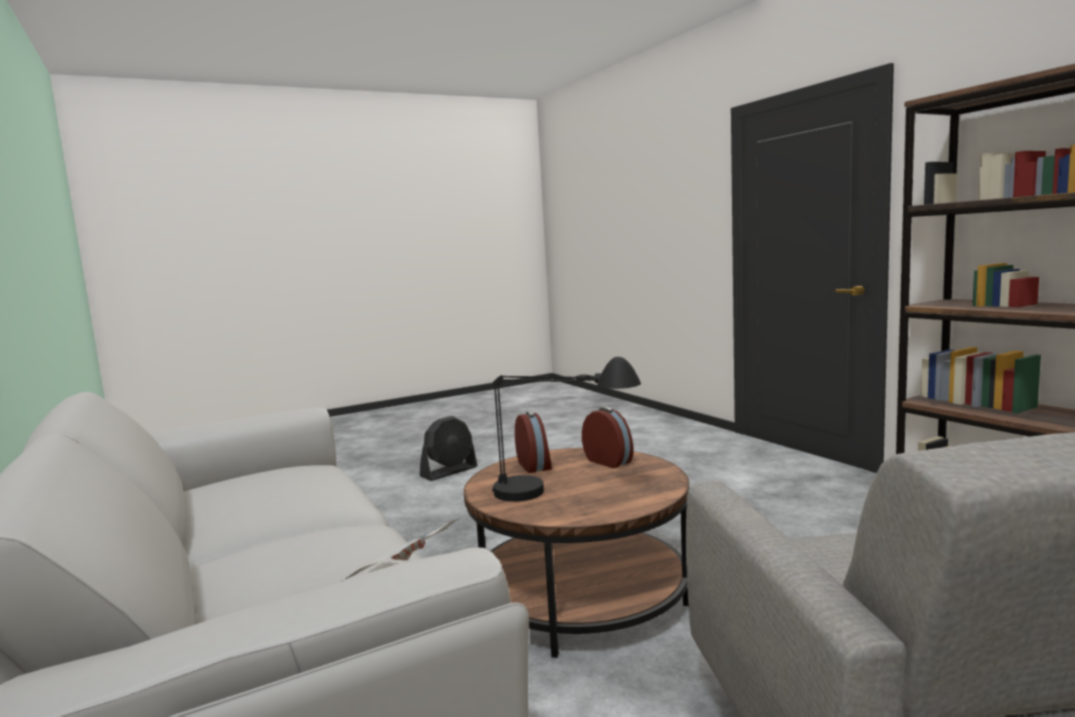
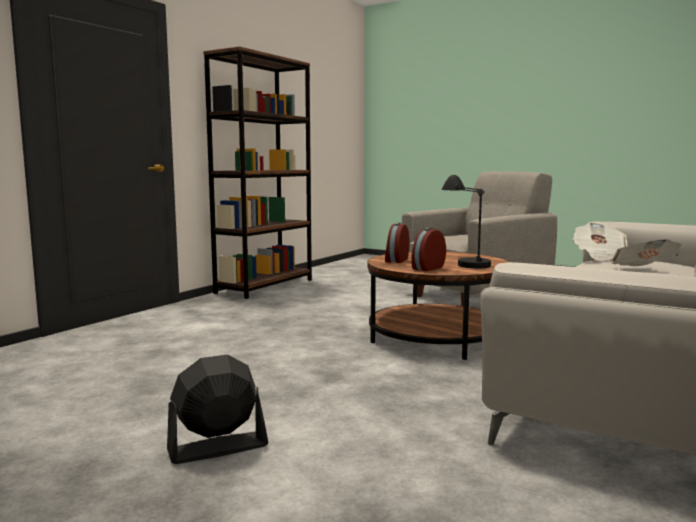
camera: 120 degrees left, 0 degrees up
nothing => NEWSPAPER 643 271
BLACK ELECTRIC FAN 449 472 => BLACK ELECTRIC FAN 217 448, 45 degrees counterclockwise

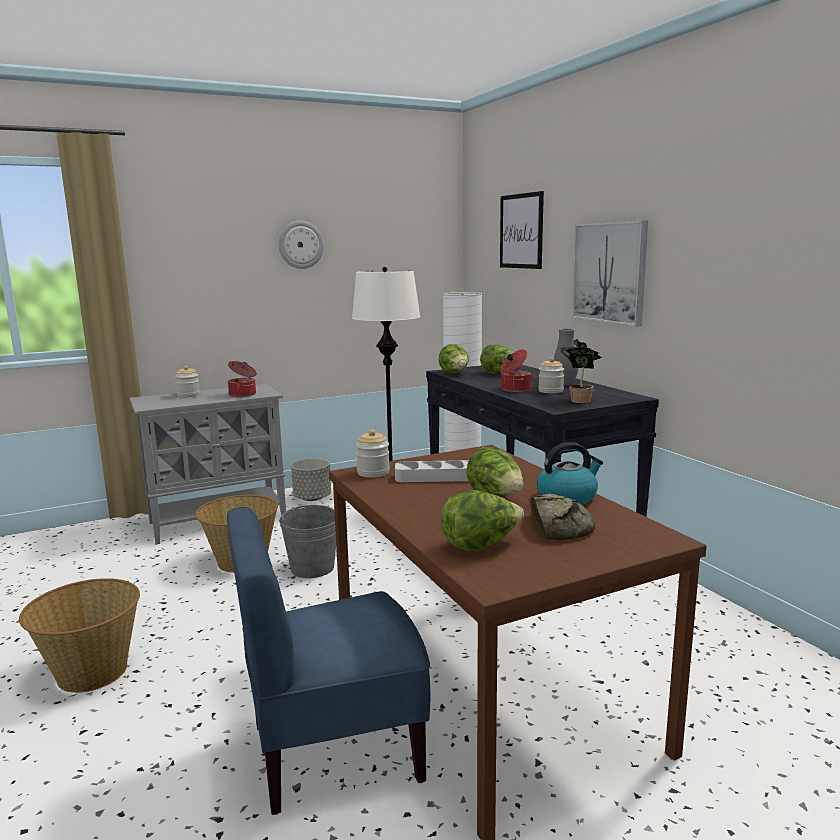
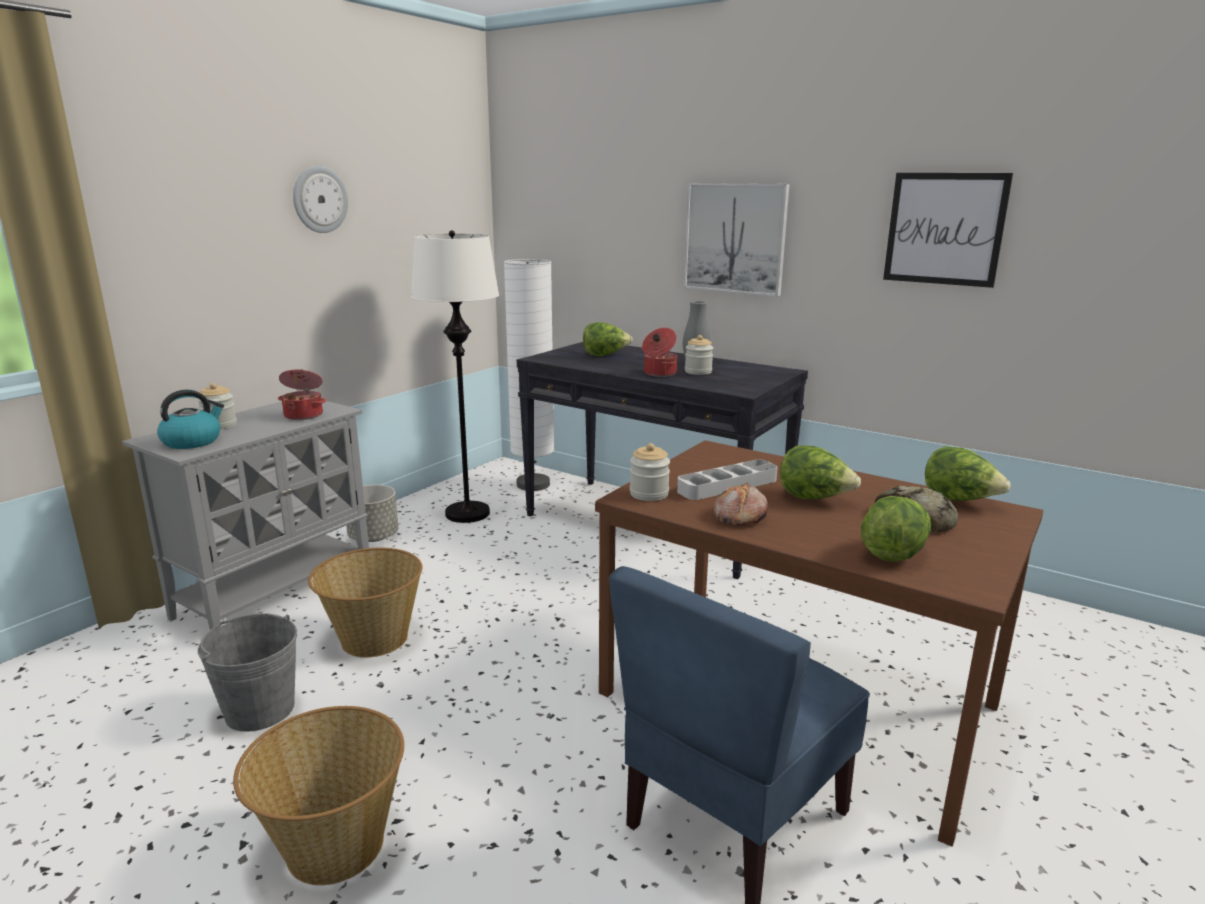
camera: 30 degrees left, 5 degrees up
HOUSEPLANT 578 400 => nothing
nothing => BAKERY BREAD 739 516
GRAY BUCKET 312 568 => GRAY BUCKET 260 710, move
LETTUCE 454 373 => LETTUCE 959 500, move
PICTURE 521 231 => PICTURE 944 229, move
TEA KETTLE 567 497 => TEA KETTLE 192 441, move

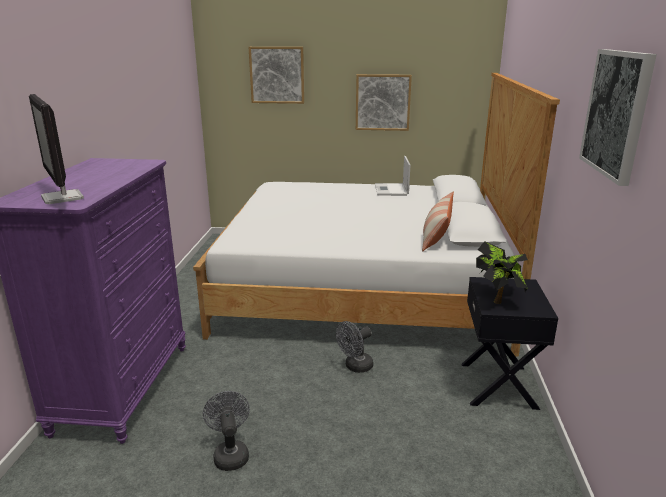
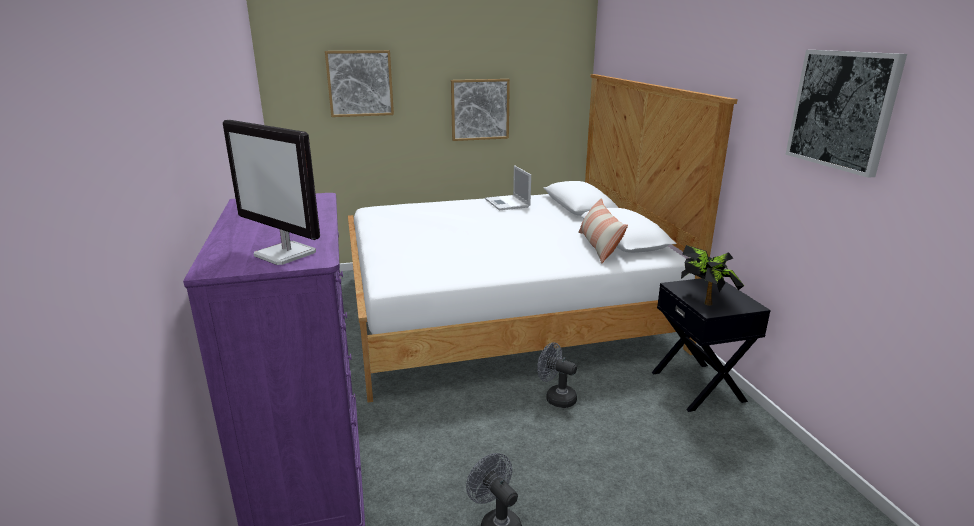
camera: 20 degrees left, 0 degrees up
GRAY ELECTRIC FAN 355 367 => GRAY ELECTRIC FAN 556 397, 90 degrees clockwise

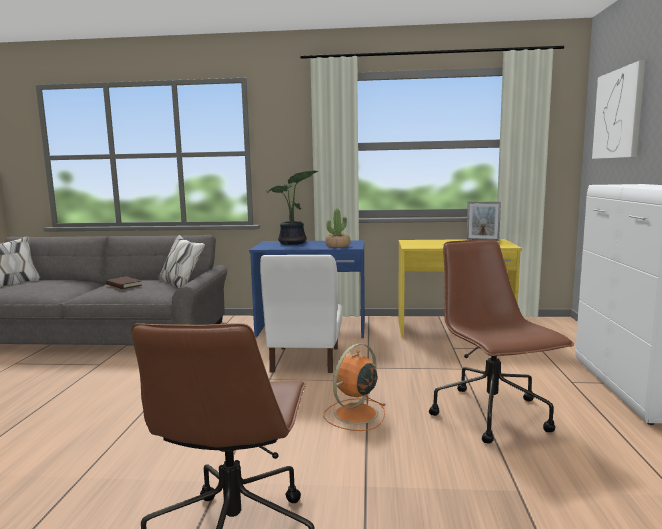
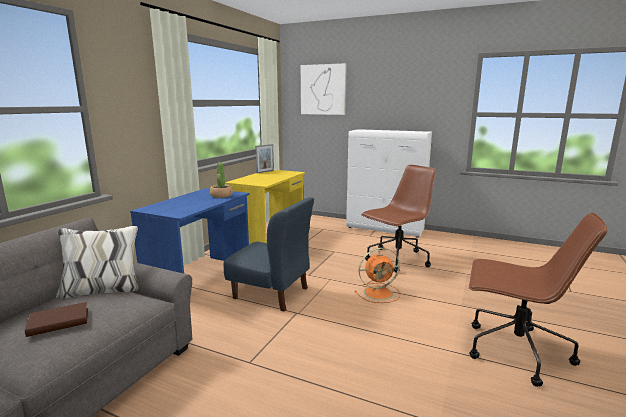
camera: 70 degrees left, 5 degrees up
HOUSEPLANT 292 243 => nothing
WHITE-COLOURED CHAIR 305 359 => BLUE-COLOURED CHAIR 271 293
ORANGE ELECTRIC FAN 354 414 => ORANGE ELECTRIC FAN 379 293, 75 degrees counterclockwise
BROWNISH OFFICE CHAIR 492 415 => BROWNISH OFFICE CHAIR 397 260, 135 degrees clockwise

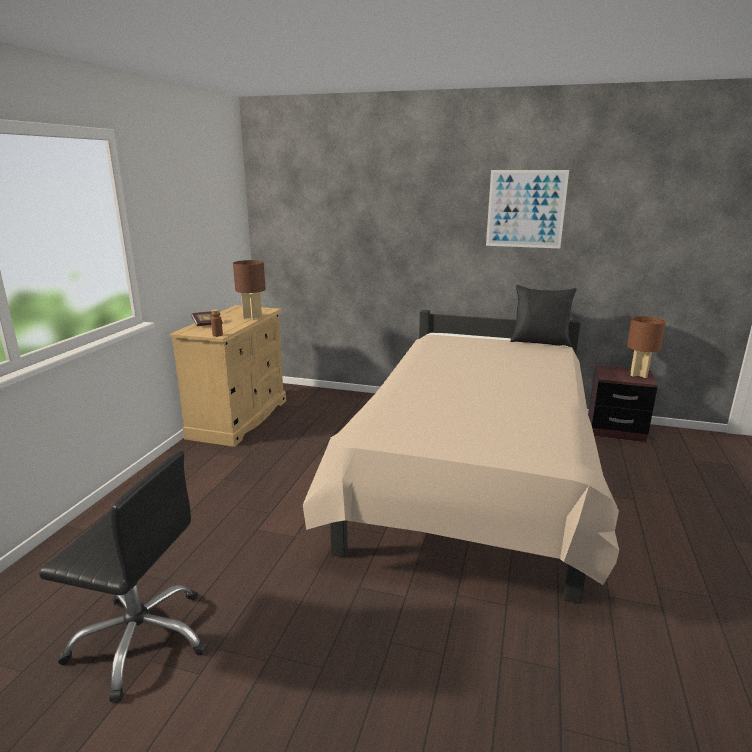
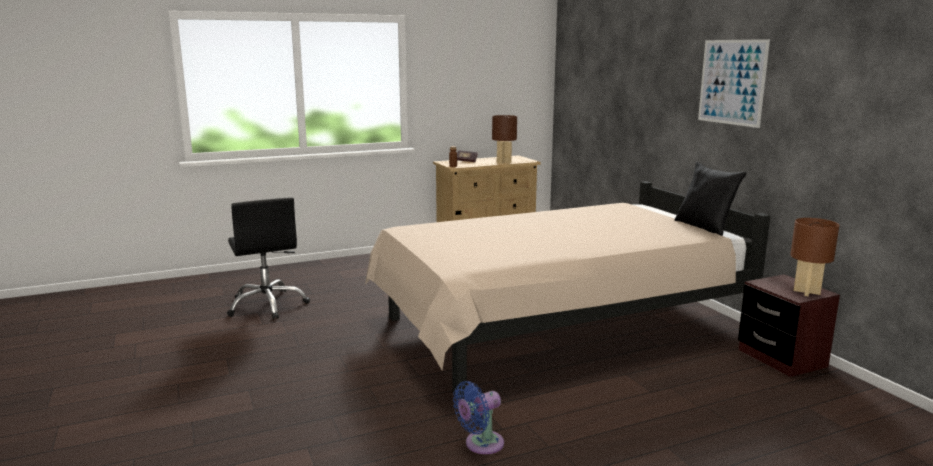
camera: 50 degrees right, 5 degrees down
nothing => BLUE-COLOURED ELECTRIC FAN 480 444

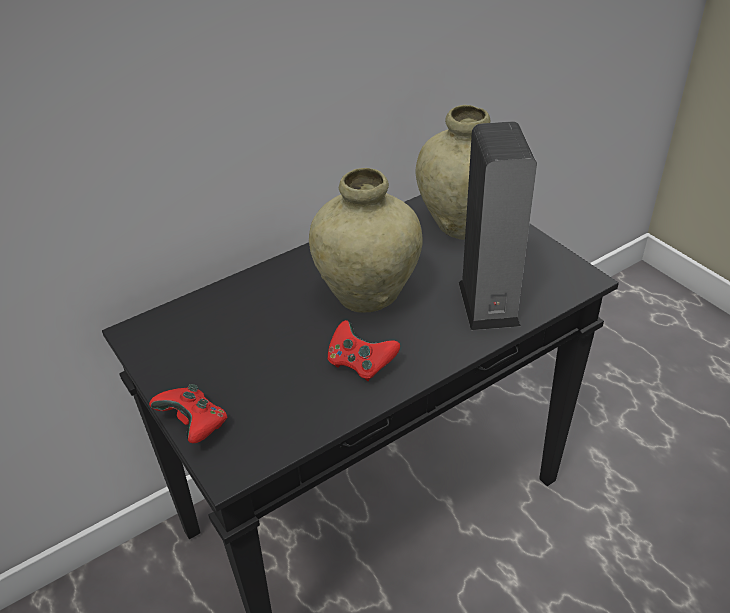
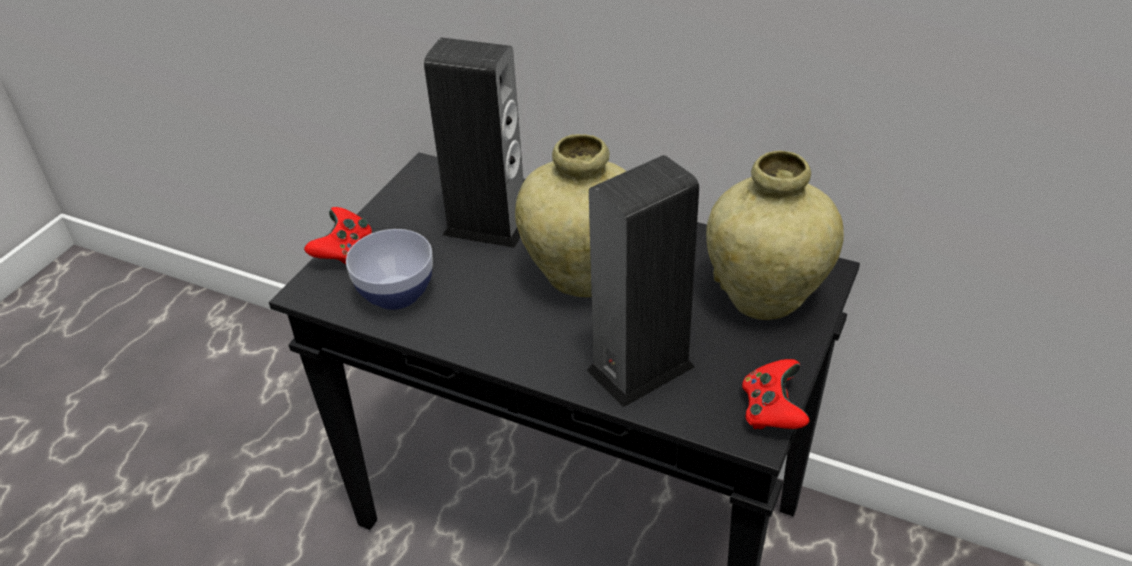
camera: 60 degrees right, 0 degrees up
nothing => DEEP DISH 396 293
nothing => LOUDSPEAKER 487 225
REDDISH JOYPAD 360 363 => REDDISH JOYPAD 772 411, move

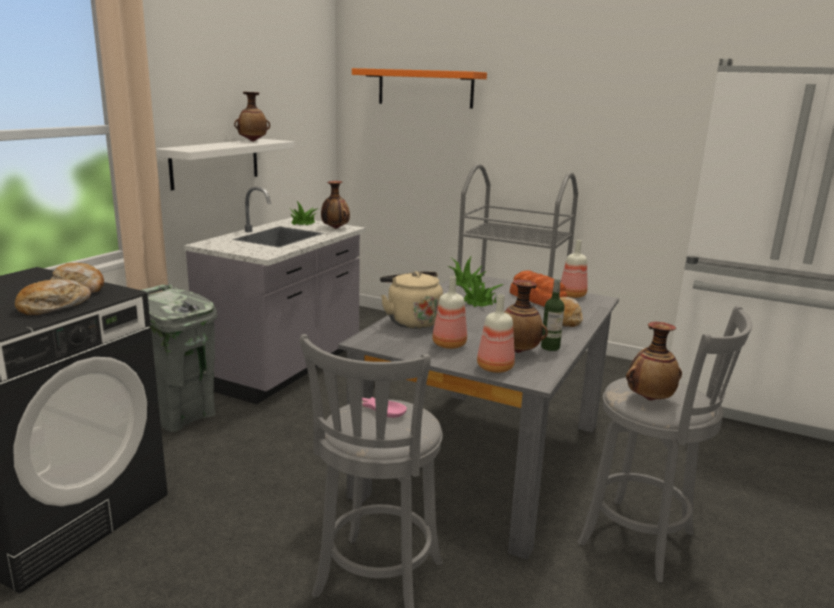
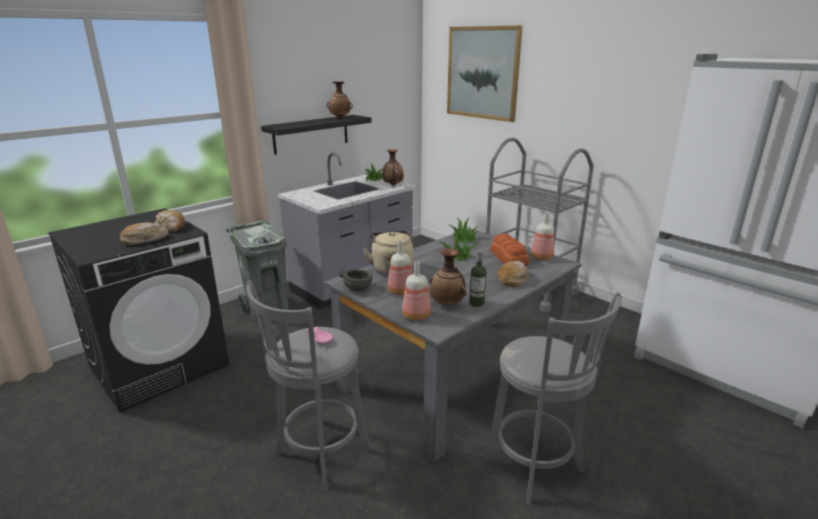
camera: 20 degrees right, 5 degrees up
VASE 649 399 => nothing
nothing => GRAY DEEP DISH 358 288
ORANGE SHELF 425 88 => PICTURE 482 73
WHITE-COLOURED SHELF 215 163 => BLACK SHELF 311 134

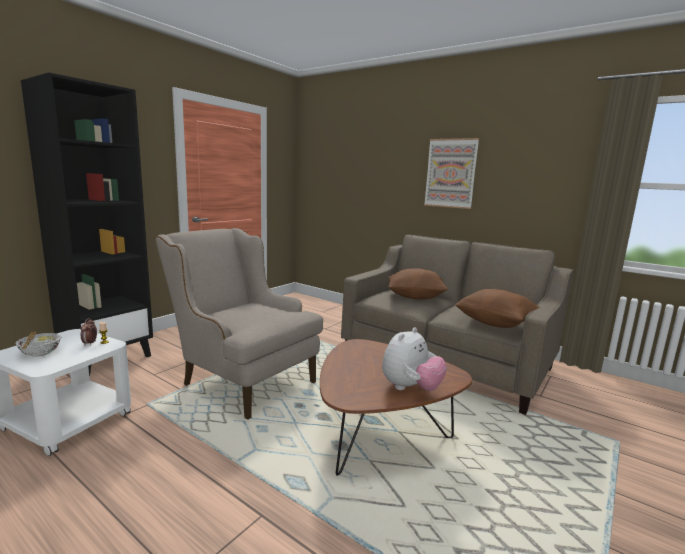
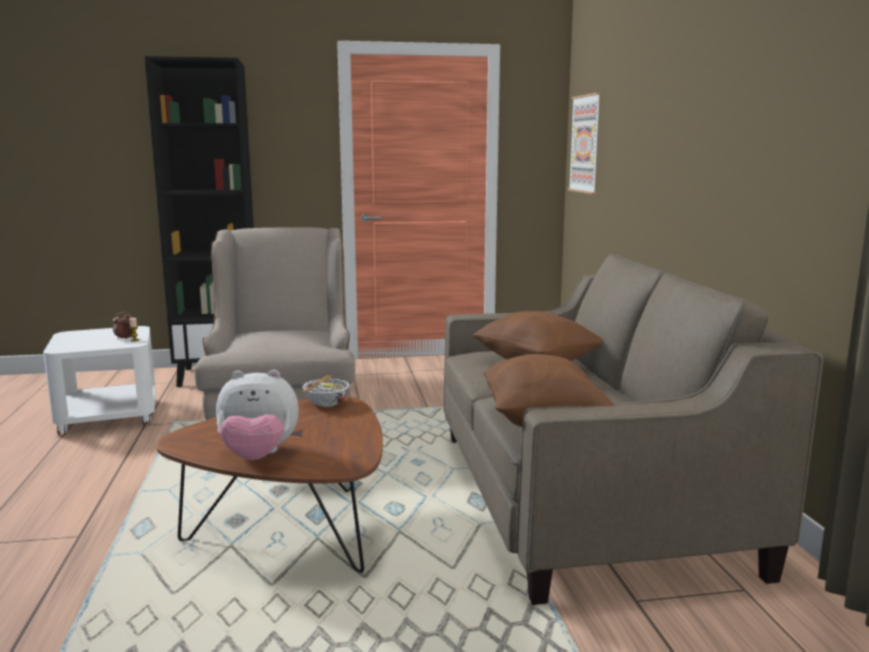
camera: 45 degrees right, 0 degrees up
DEEP DISH 40 353 => DEEP DISH 326 403, move
PICTURE 450 173 => PICTURE 585 144, move

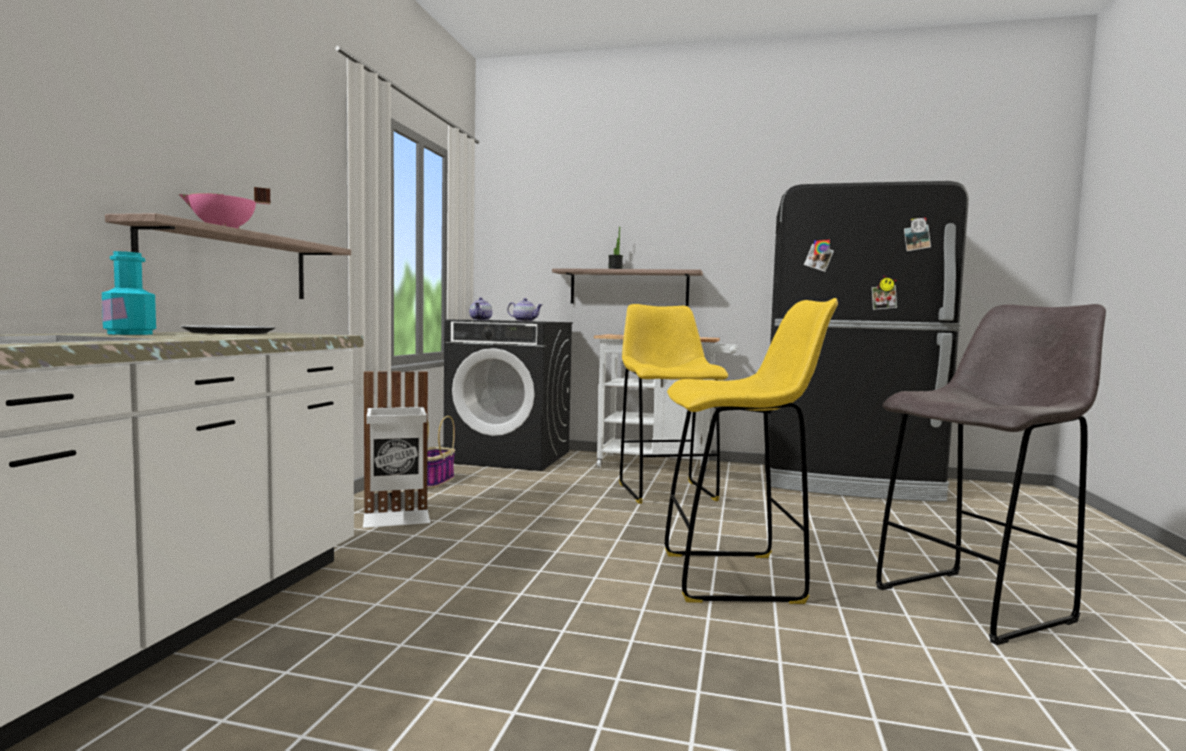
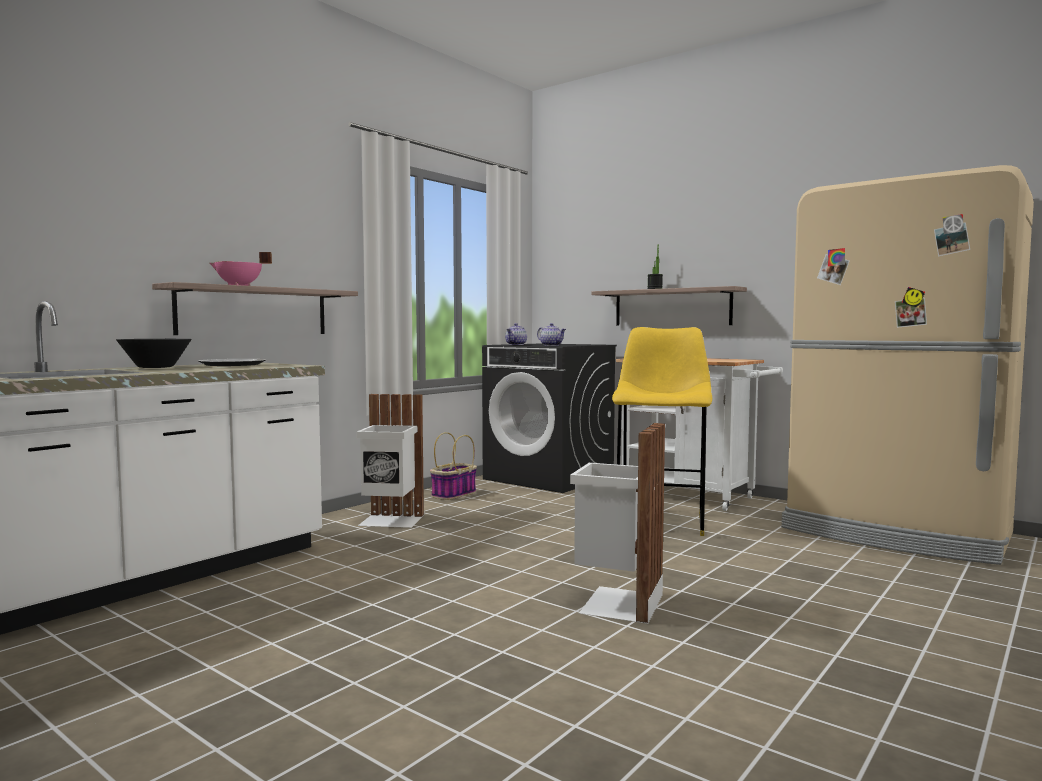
camera: 25 degrees right, 0 degrees up
GRAY STOOL SEAT 976 603 => nothing
BLUE-GREEN BEVERAGE BOTTLE 130 334 => BLACK DEEP DISH 156 367
YELLOW STOOL SEAT 736 577 => WHITE-COLOURED TRASH CAN 617 603
BLACK REFRIGERATOR 848 483 => SAND-COLOURED REFRIGERATOR 896 533

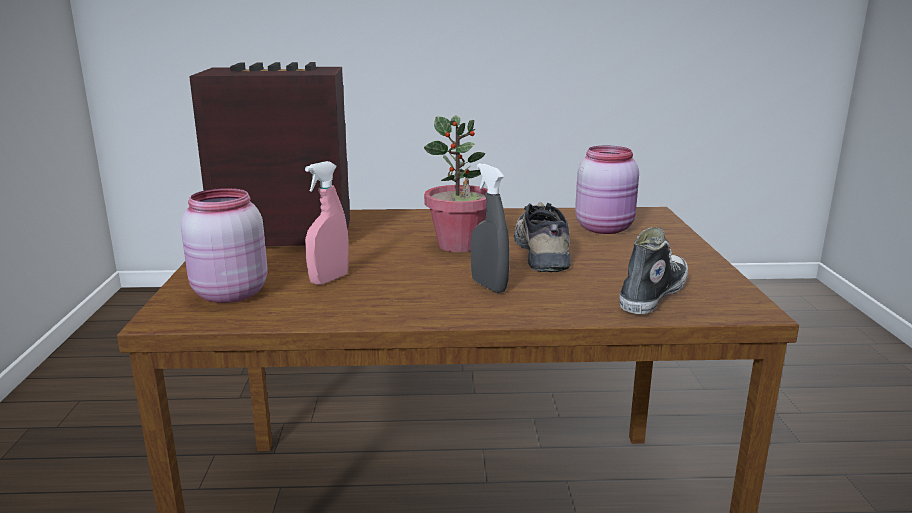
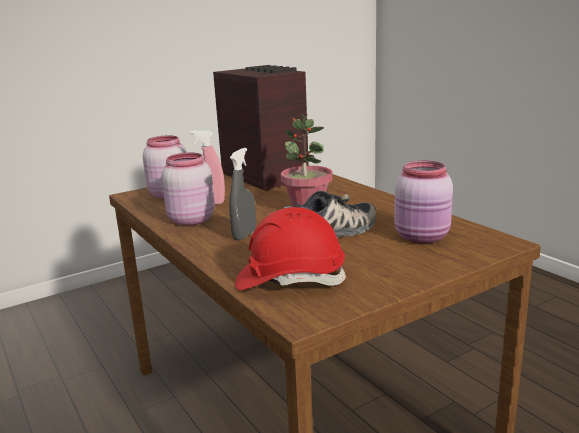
camera: 60 degrees right, 0 degrees up
nothing => PINKISH JAR 190 220
LOW SHOE 652 294 => REDDISH WORK HELMET 290 280

